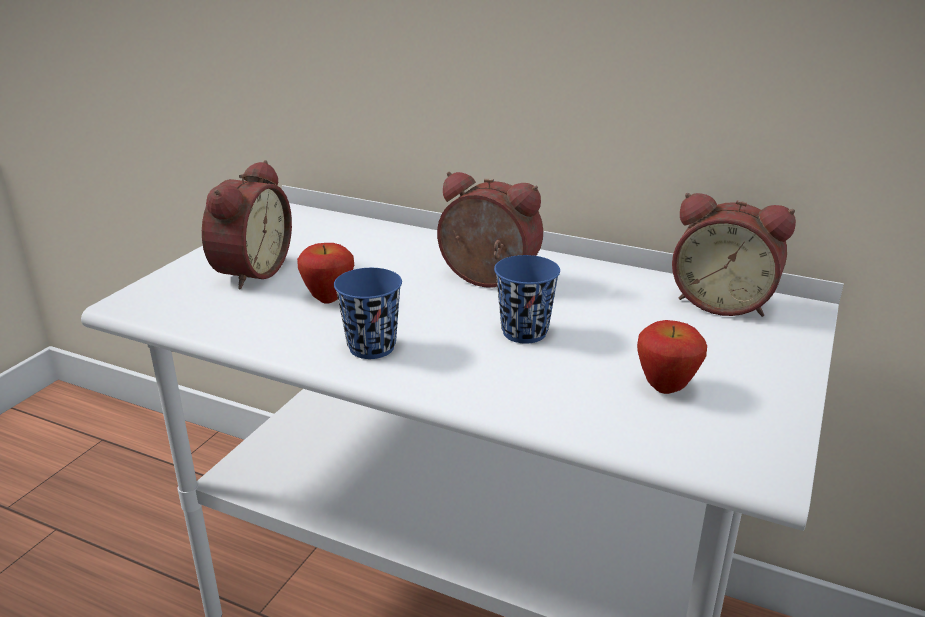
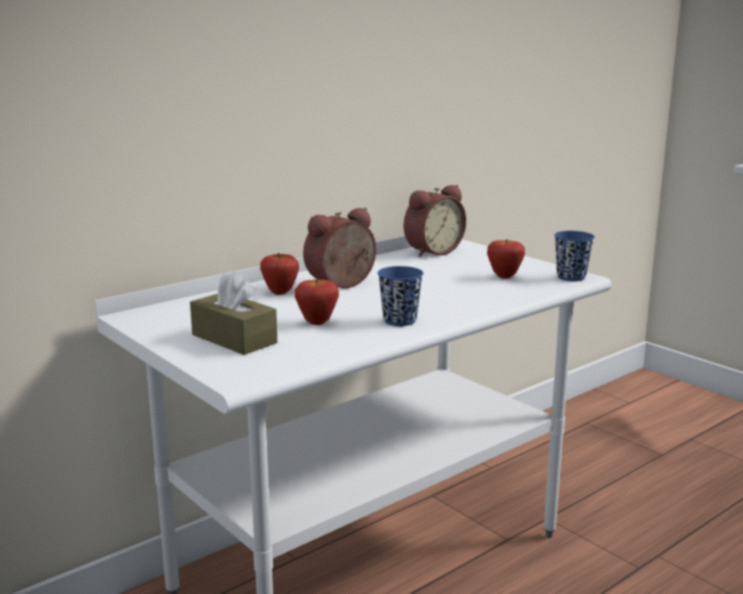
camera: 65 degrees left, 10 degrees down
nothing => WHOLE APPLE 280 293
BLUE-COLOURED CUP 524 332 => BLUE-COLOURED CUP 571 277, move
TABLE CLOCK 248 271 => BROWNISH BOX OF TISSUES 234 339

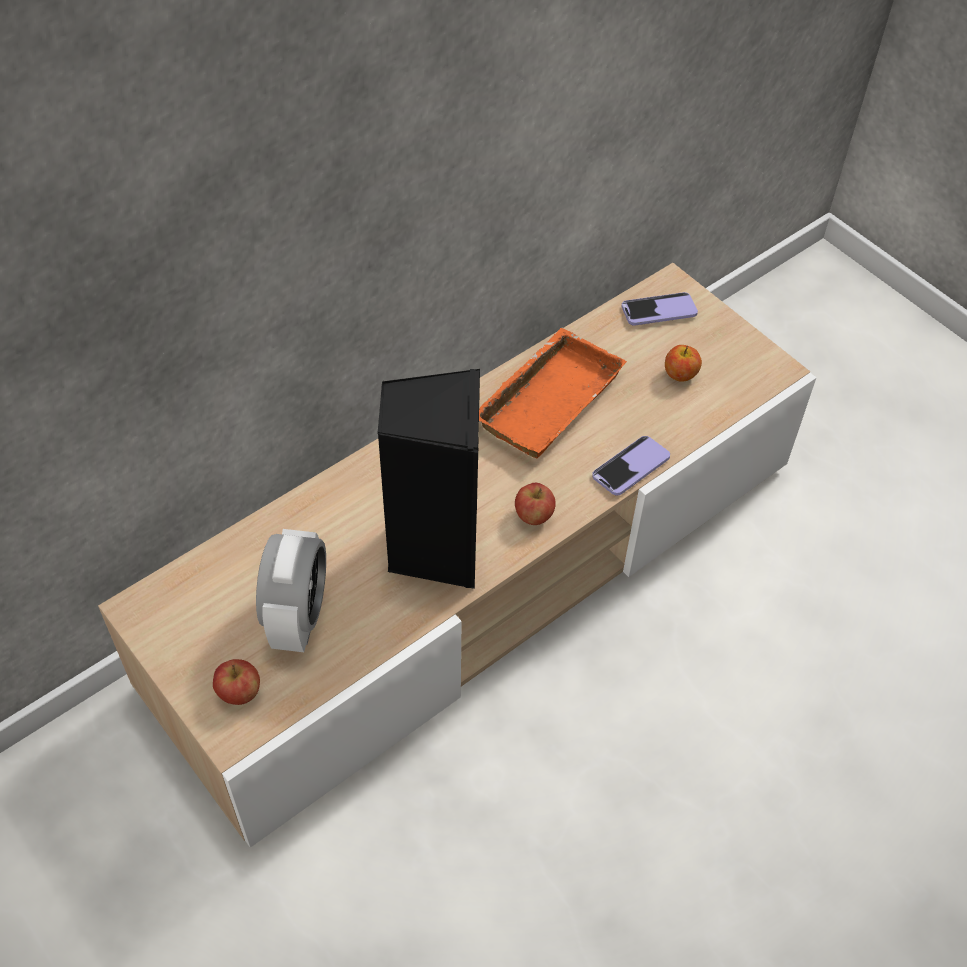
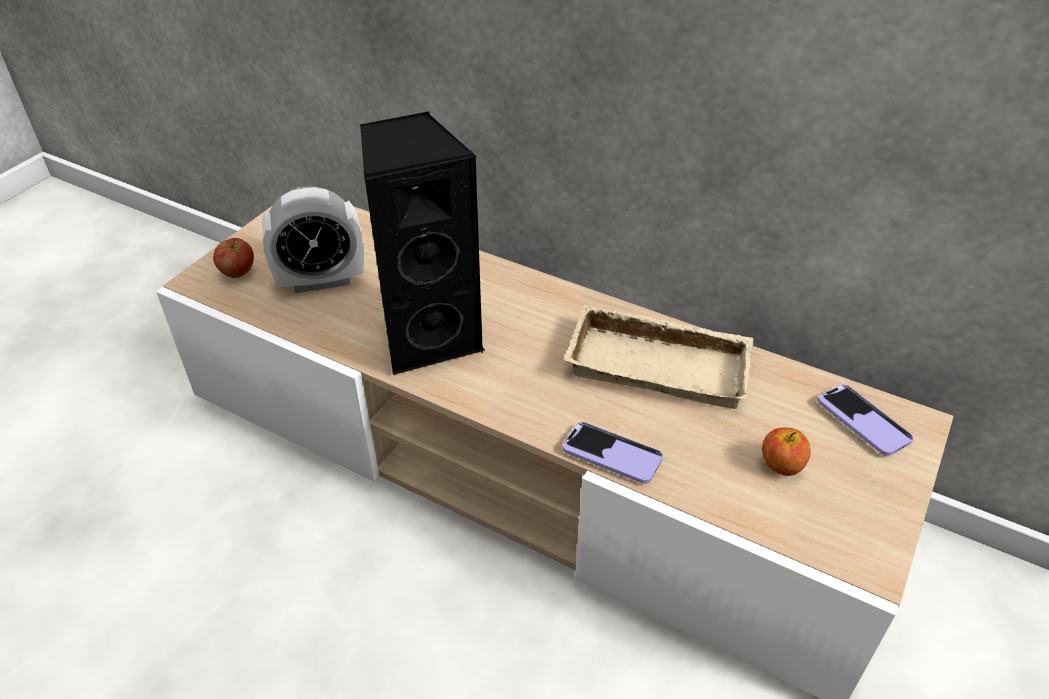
camera: 70 degrees right, 10 degrees down
WHOLE APPLE 533 516 => nothing
ORANGE CARRYING TRAY 546 398 => SAND-COLOURED CARRYING TRAY 661 363

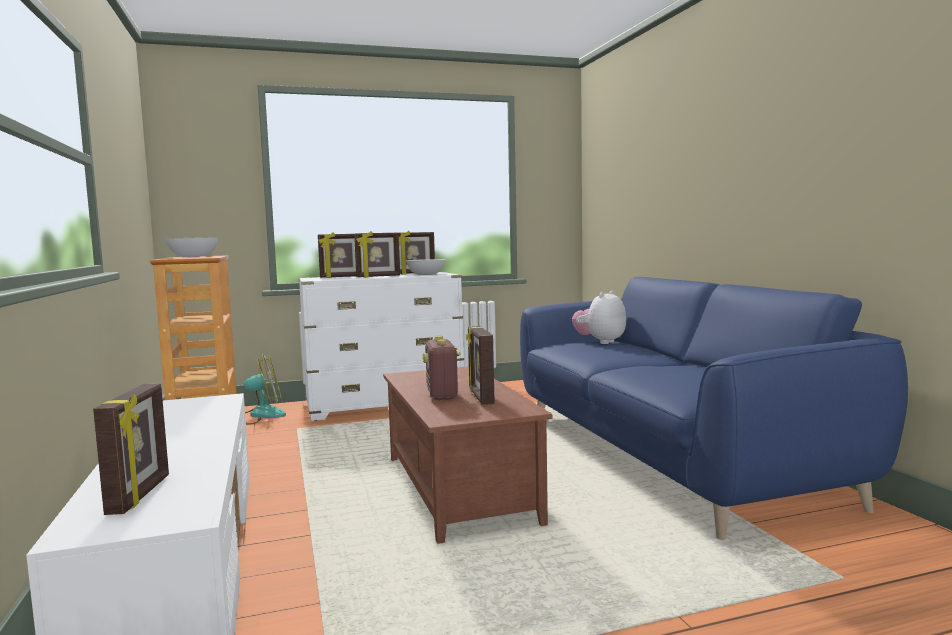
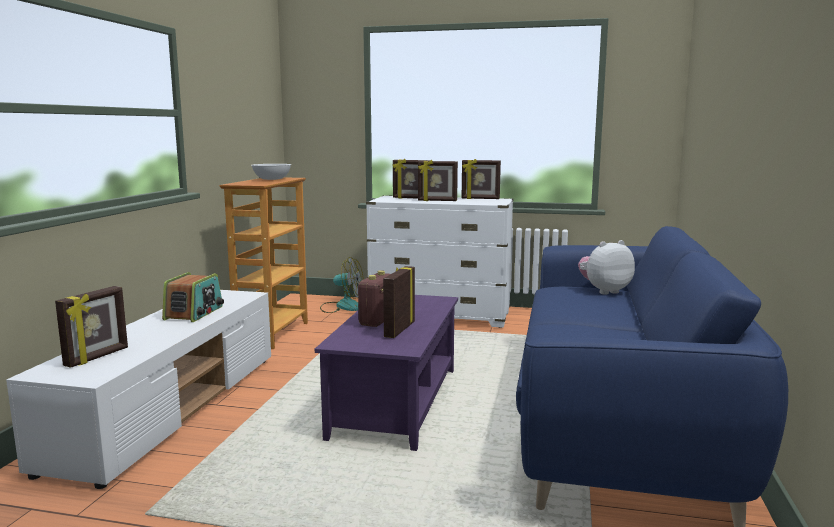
camera: 30 degrees right, 5 degrees up
WHITE-COLOURED DEEP DISH 426 274 => nothing
nothing => RADIO 194 313
BROWNISH LOW TABLE 460 489 => PURPLISH LOW TABLE 397 403

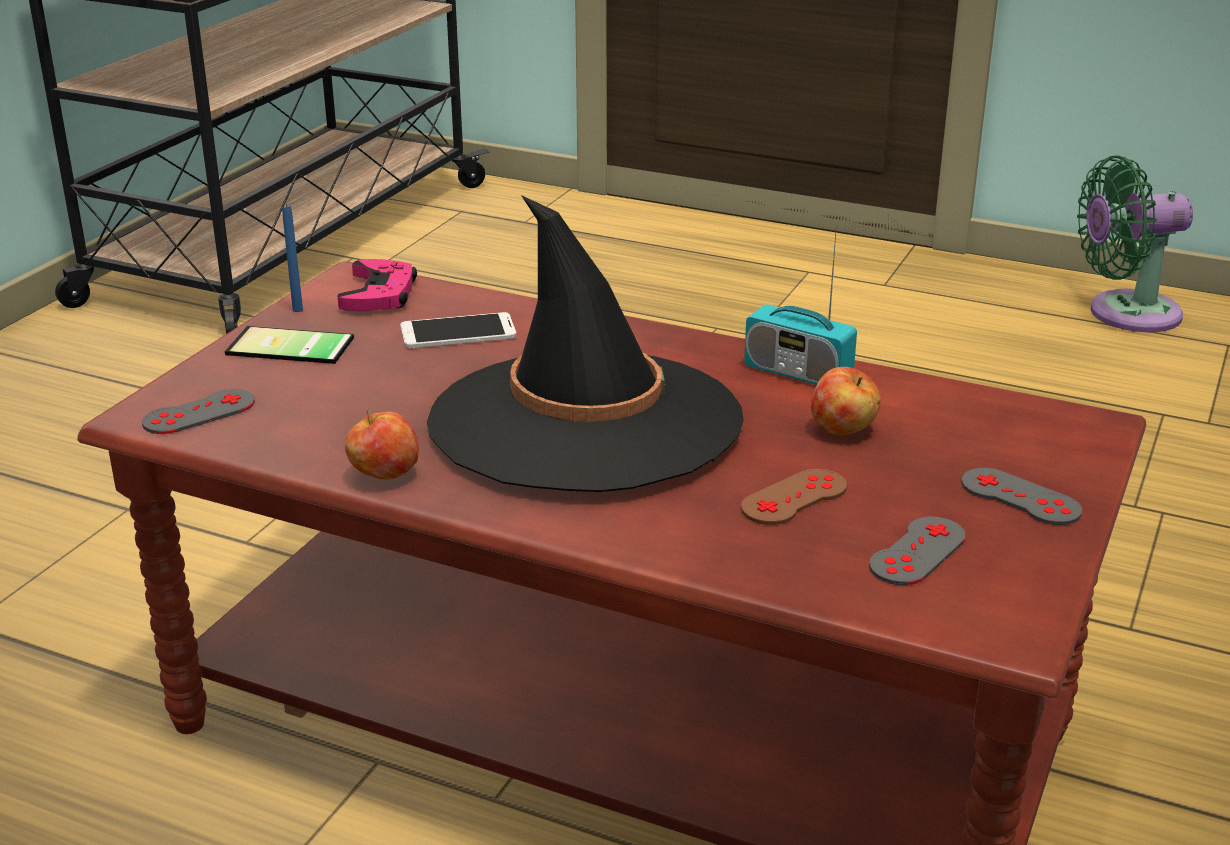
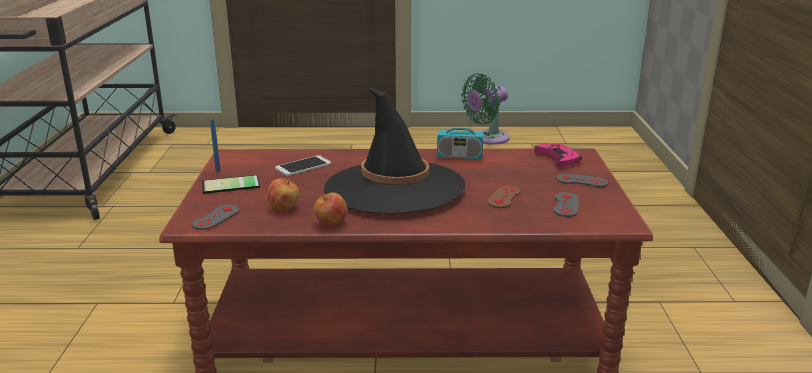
camera: 25 degrees left, 5 degrees down
PINKISH JOYPAD 379 294 => PINKISH JOYPAD 558 158, move
WHOLE APPLE 843 430 => WHOLE APPLE 284 208, move

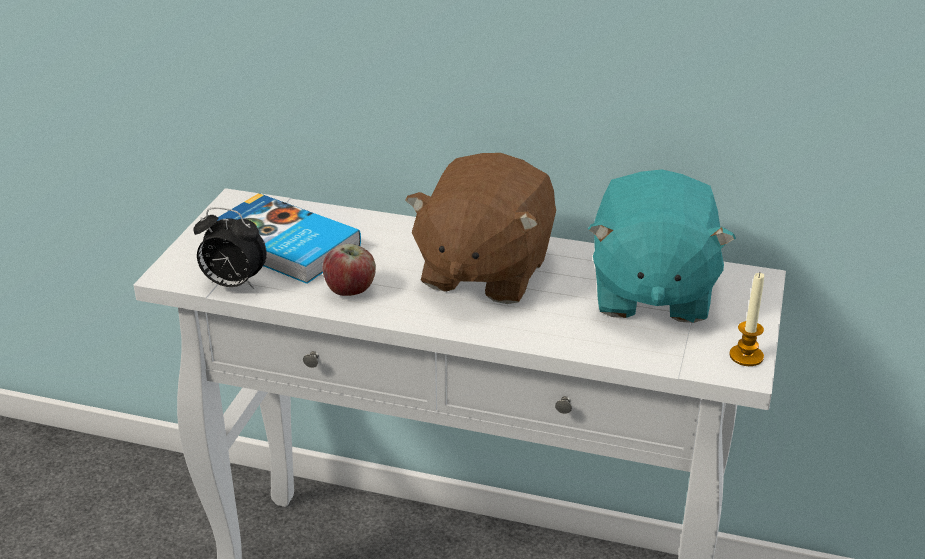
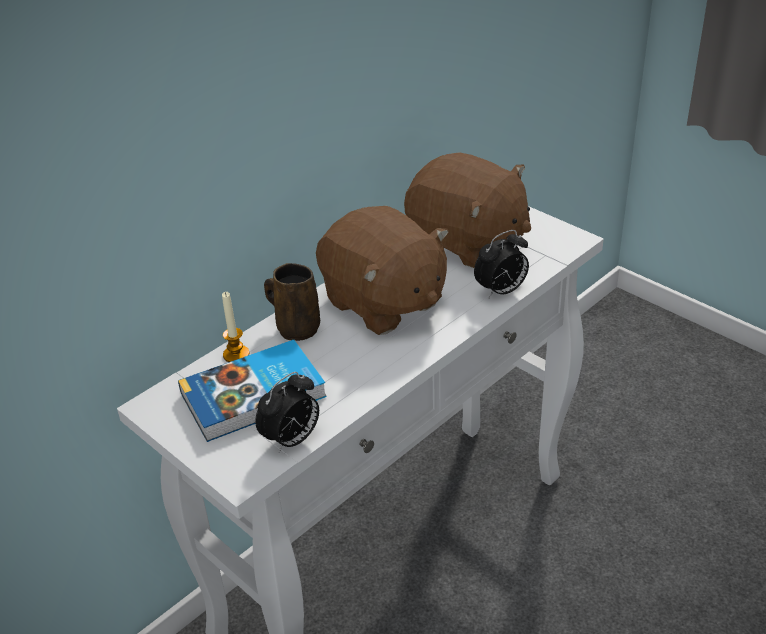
camera: 60 degrees left, 5 degrees up
WHOLE APPLE 351 290 => nothing
nothing => BROWNISH TEA MUG 296 328
nothing => TABLE CLOCK 501 291
WAX CANDLE 746 356 => WAX CANDLE 236 354, move
BLUE-GREEN CUDDLY TOY 650 292 => BROWNISH CUDDLY TOY 466 242

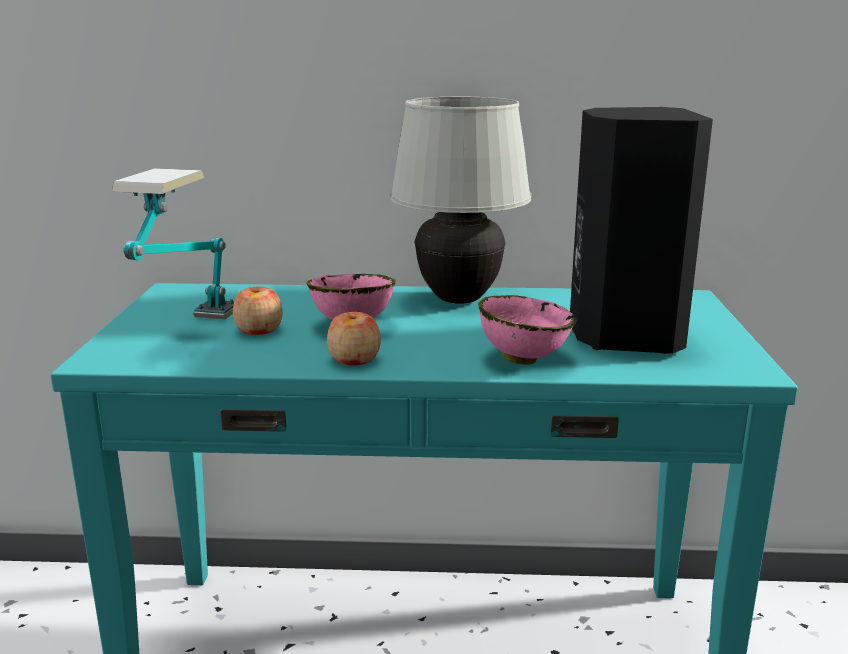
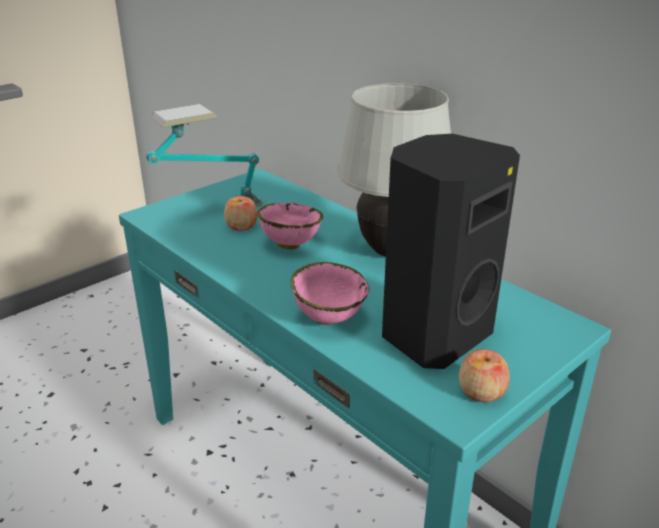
camera: 45 degrees right, 10 degrees up
WHOLE APPLE 354 359 => WHOLE APPLE 481 391, move

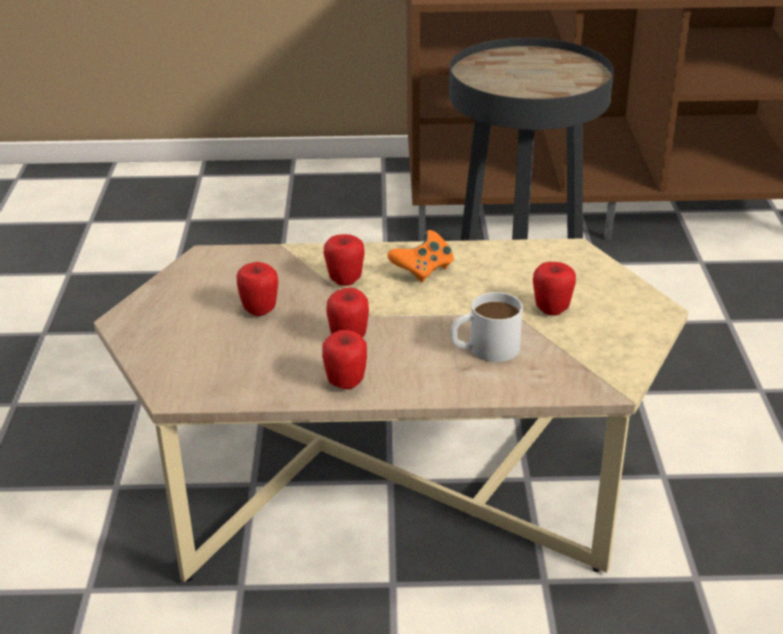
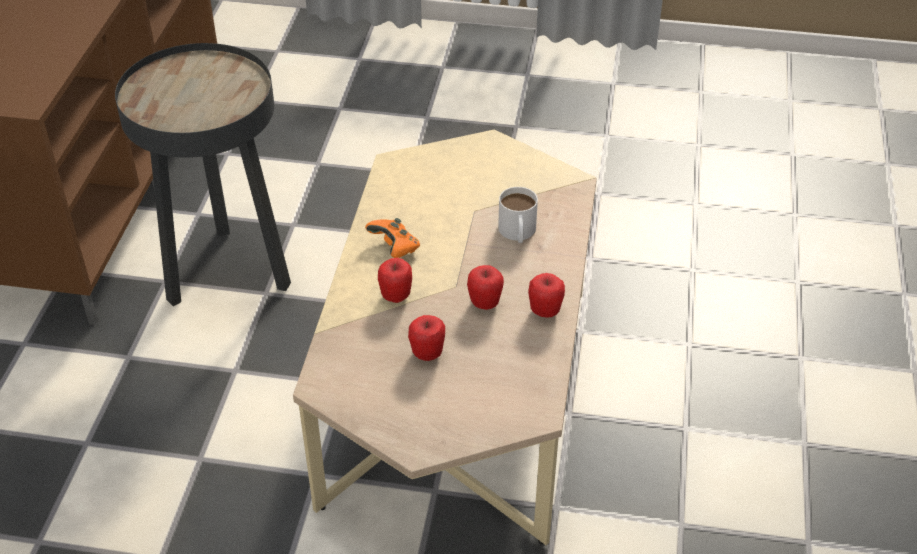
camera: 80 degrees left, 10 degrees up
WHOLE APPLE 551 309 => nothing

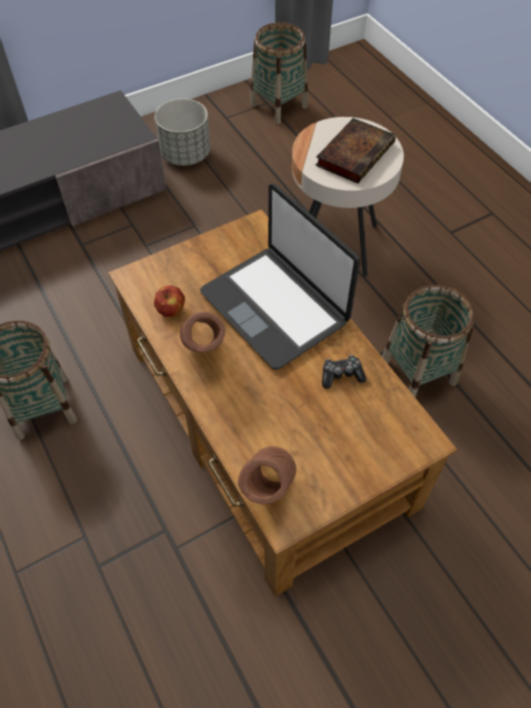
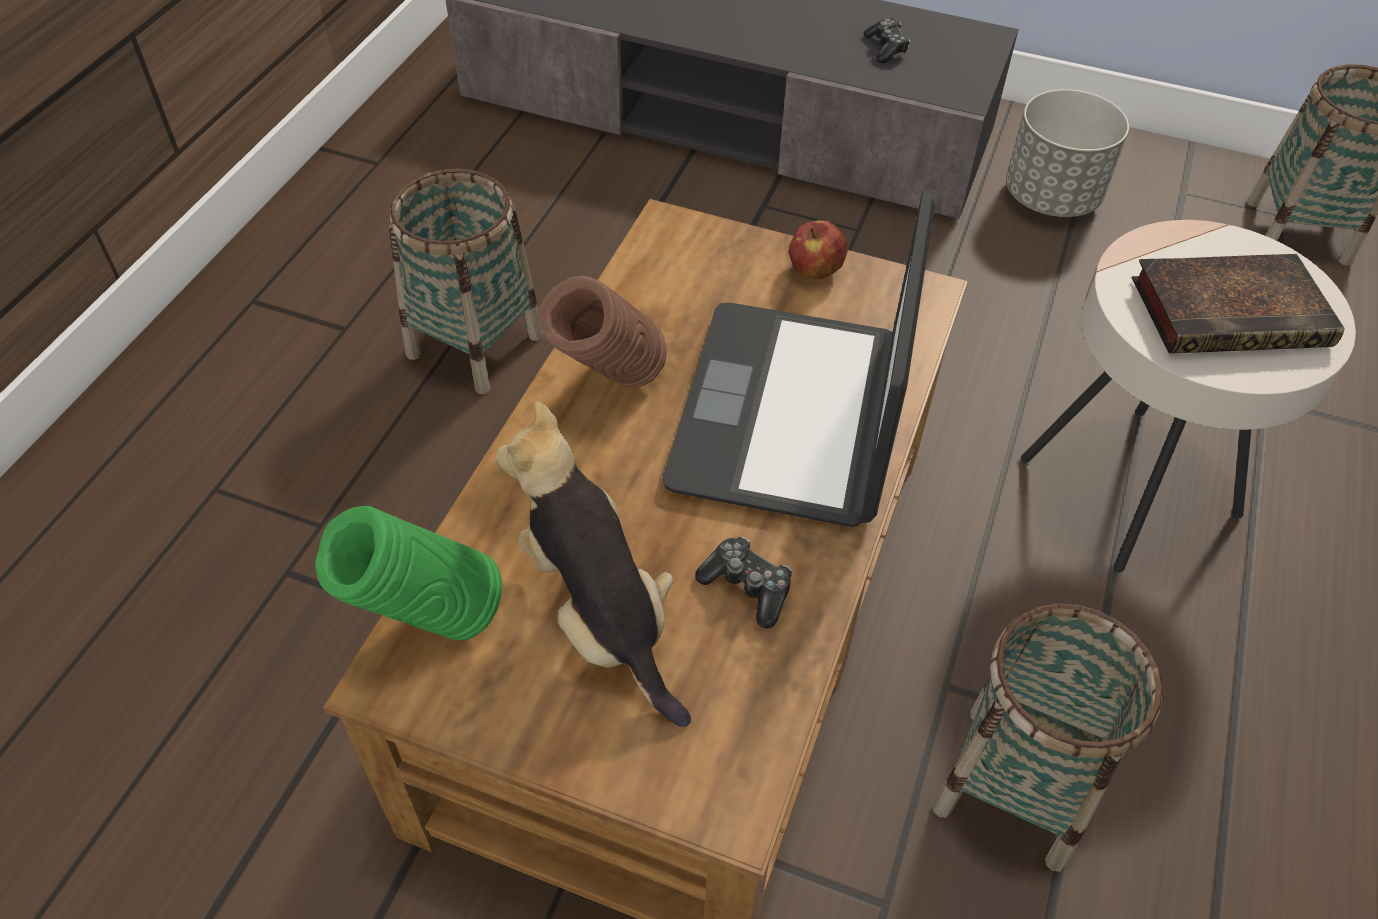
camera: 50 degrees right, 5 degrees down
nothing => CUDDLY TOY 600 615
nothing => JOYPAD 886 48
WHOLE APPLE 171 310 => WHOLE APPLE 815 270, move
BROWNISH VASE 269 492 => GREEN-COLOURED VASE 428 624

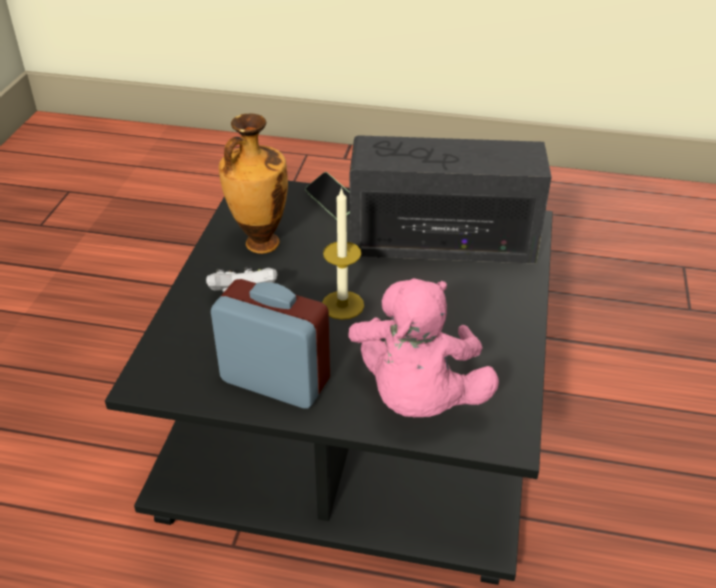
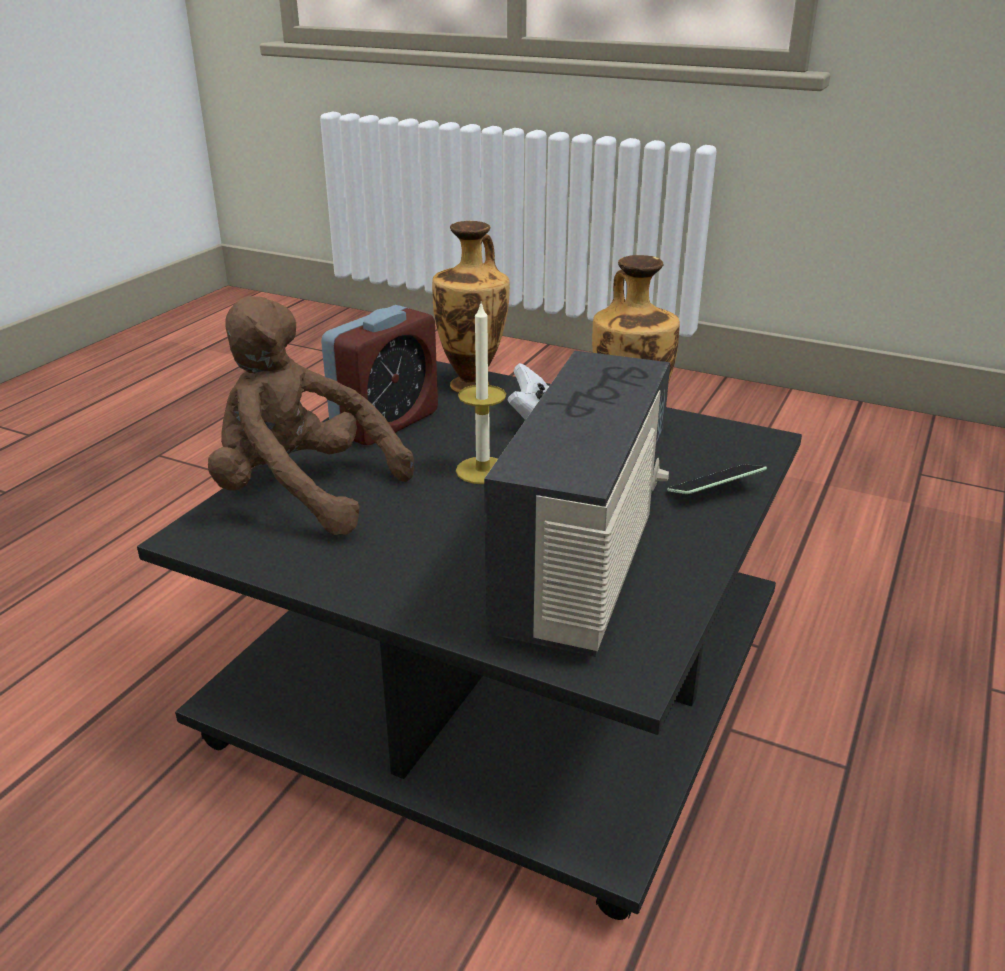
camera: 105 degrees right, 10 degrees down
nothing => VASE 472 384
PINKISH CUDDLY TOY 417 396 => BROWNISH CUDDLY TOY 302 492

